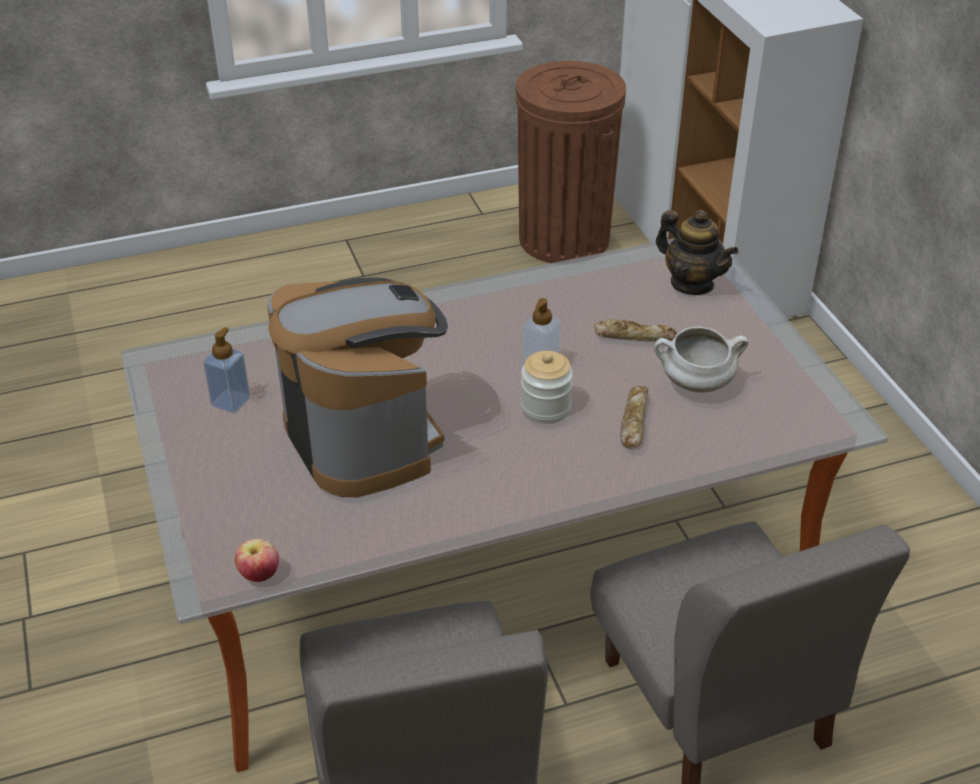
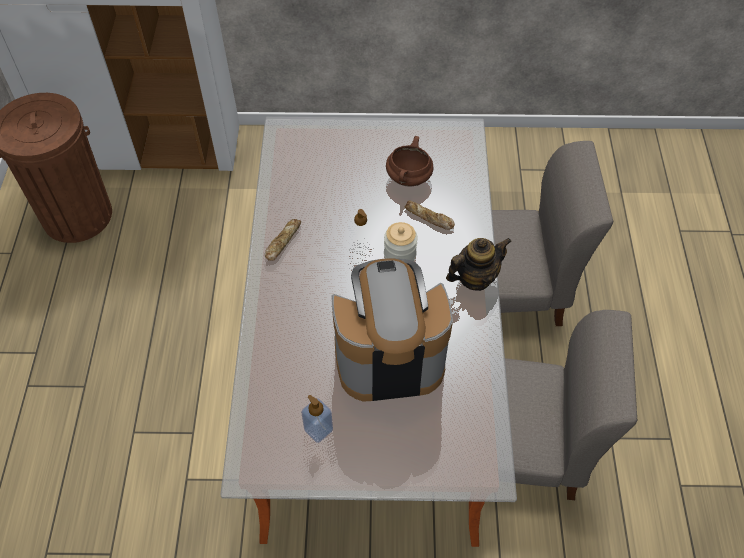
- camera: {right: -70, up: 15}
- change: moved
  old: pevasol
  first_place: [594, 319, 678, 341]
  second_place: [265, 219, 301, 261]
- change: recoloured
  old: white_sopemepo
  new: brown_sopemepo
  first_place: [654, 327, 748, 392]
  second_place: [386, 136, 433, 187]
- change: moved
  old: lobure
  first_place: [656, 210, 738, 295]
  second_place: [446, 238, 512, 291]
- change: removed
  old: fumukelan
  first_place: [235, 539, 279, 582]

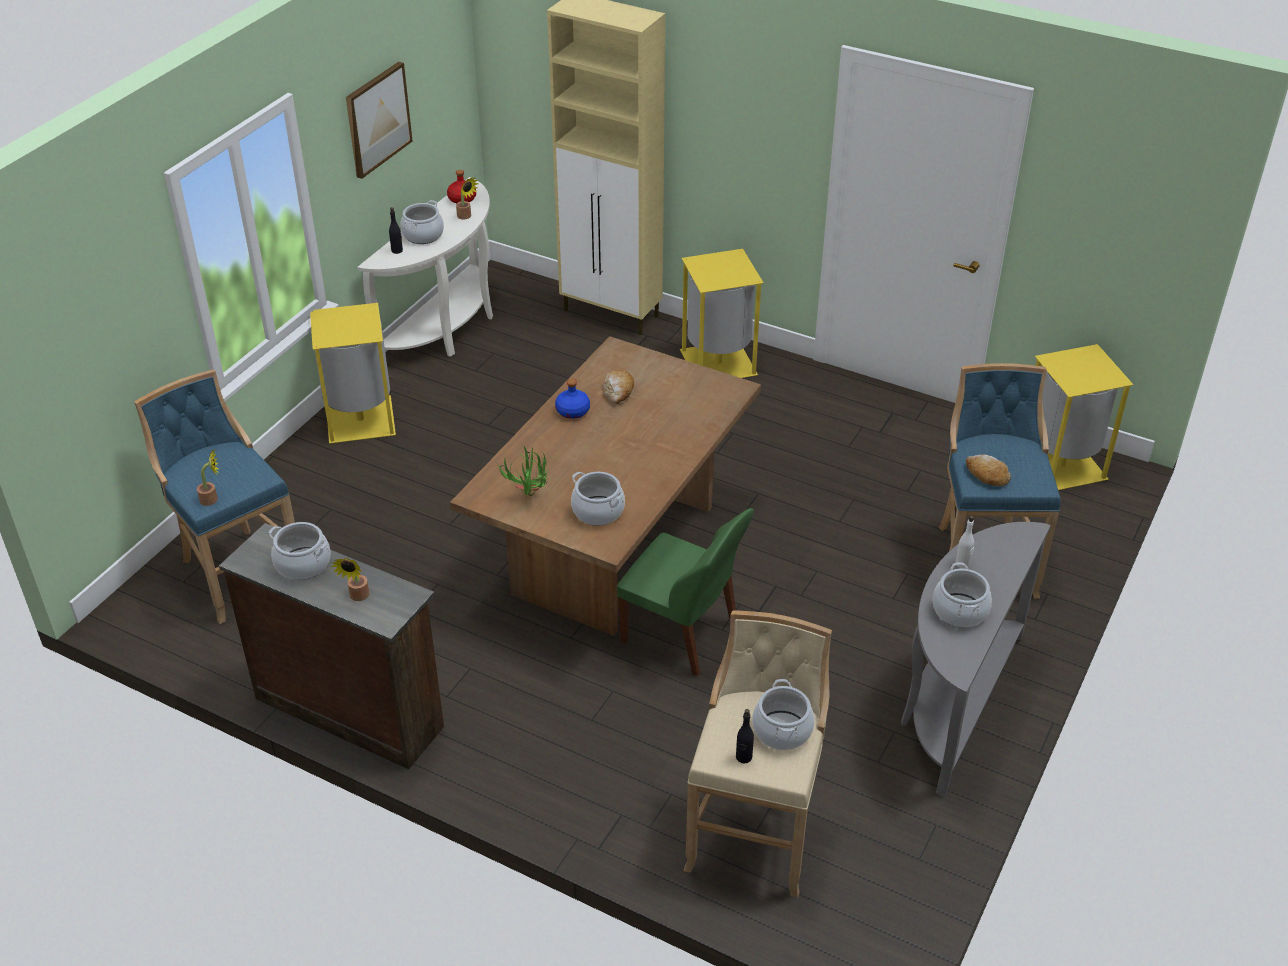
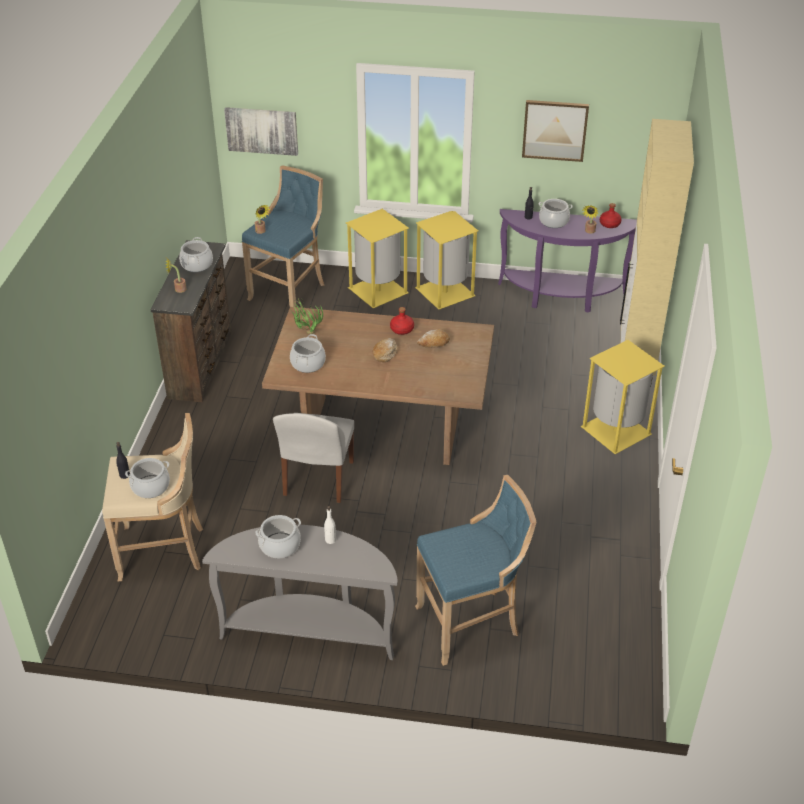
- camera: {right: 70, up: 0}
- change: added
  new: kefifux
  second_place: [224, 107, 298, 156]
- change: recoloured
  old: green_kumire
  new: white_kumire
  first_place: [617, 508, 754, 676]
  second_place: [273, 413, 354, 503]
- change: moved
  old: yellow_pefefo
  first_place: [1035, 344, 1134, 490]
  second_place: [346, 209, 409, 308]
- change: moved
  old: pevasol
  first_place: [966, 454, 1011, 486]
  second_place: [372, 338, 397, 362]
- change: recoloured
  old: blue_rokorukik
  new: red_rokorukik
  first_place: [555, 379, 590, 419]
  second_place: [390, 307, 414, 335]
- change: recoloured
  old: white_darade
  new: purple_darade
  first_place: [357, 177, 493, 357]
  second_place: [498, 209, 637, 313]

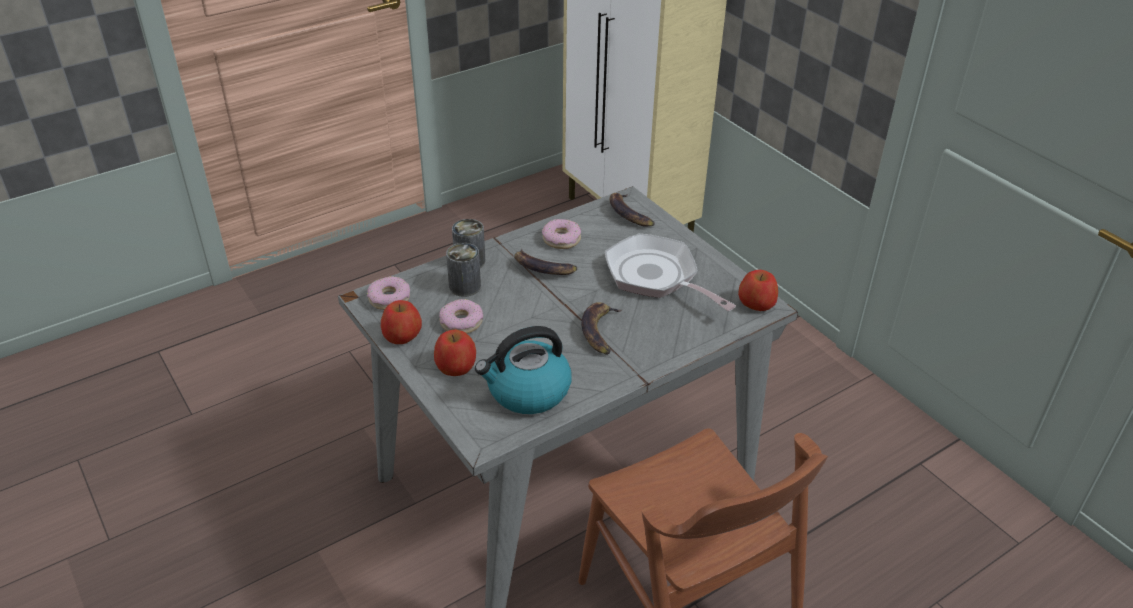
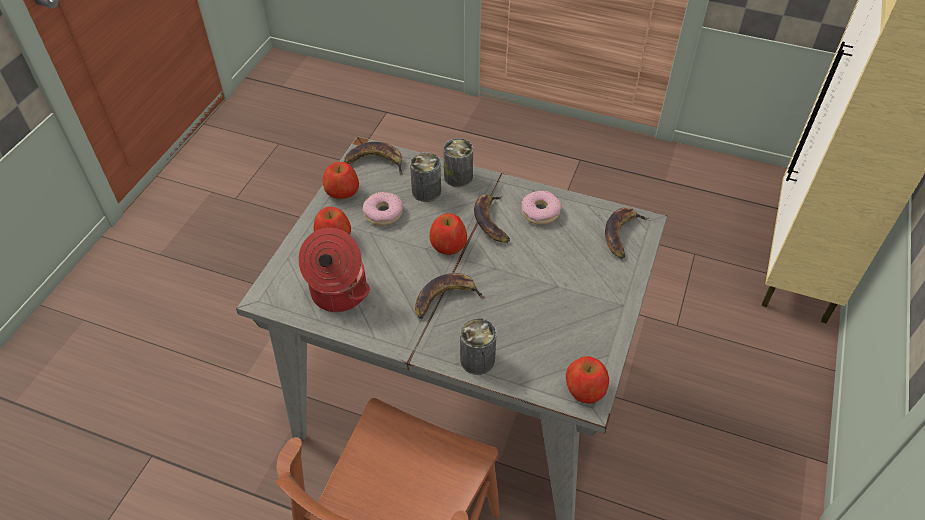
- camera: {right: 55, up: 10}
- change: replaced
  old: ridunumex
  new: sopemepo
  first_place: [475, 326, 572, 414]
  second_place: [298, 228, 370, 312]
- change: replaced
  old: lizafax
  new: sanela
  first_place: [367, 276, 410, 310]
  second_place: [344, 142, 403, 175]
- change: added
  new: fumukelan
  second_place: [430, 213, 467, 255]
- change: added
  new: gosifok
  second_place: [460, 318, 496, 375]
- change: removed
  old: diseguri
  first_place: [605, 233, 736, 311]

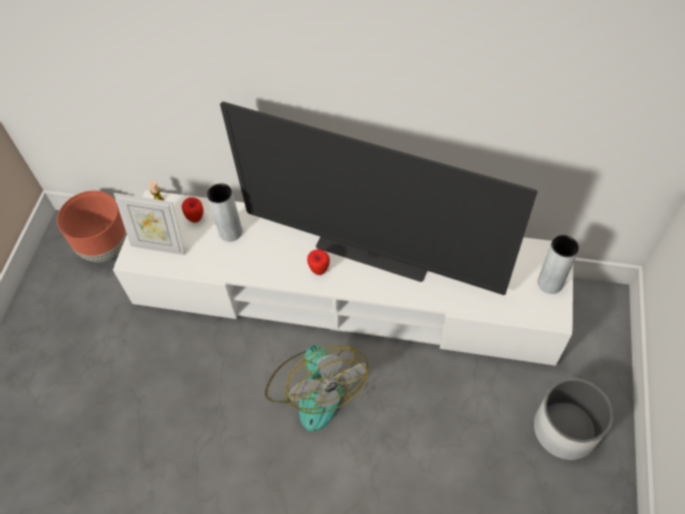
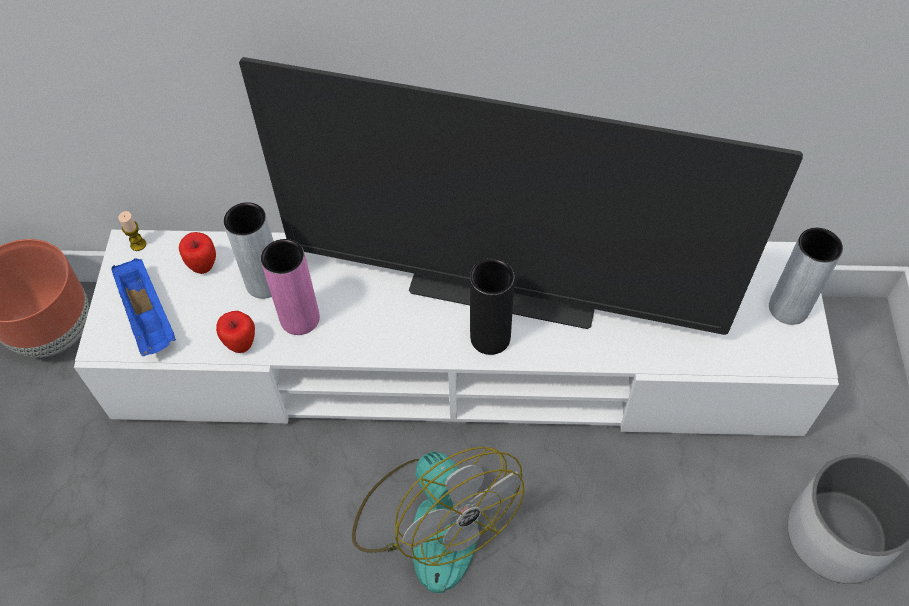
- camera: {right: -10, up: 0}
- change: replaced
  old: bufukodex
  new: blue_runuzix
  first_place: [114, 193, 185, 255]
  second_place: [112, 258, 176, 356]
- change: moved
  old: fumukelan
  first_place: [307, 249, 330, 275]
  second_place: [216, 311, 255, 353]
- change: added
  new: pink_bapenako
  second_place: [261, 239, 320, 335]
- change: added
  new: black_bapenako
  second_place: [470, 259, 515, 355]

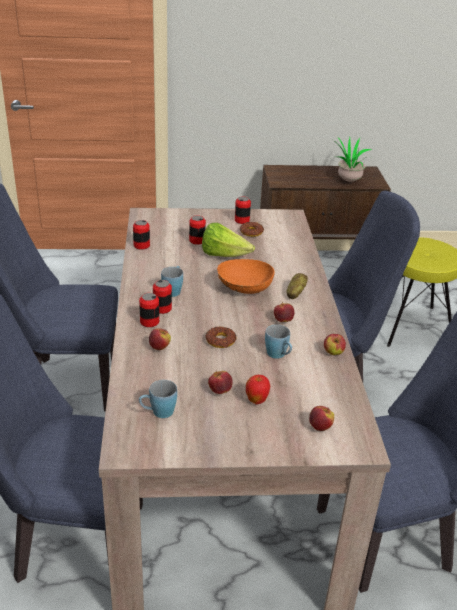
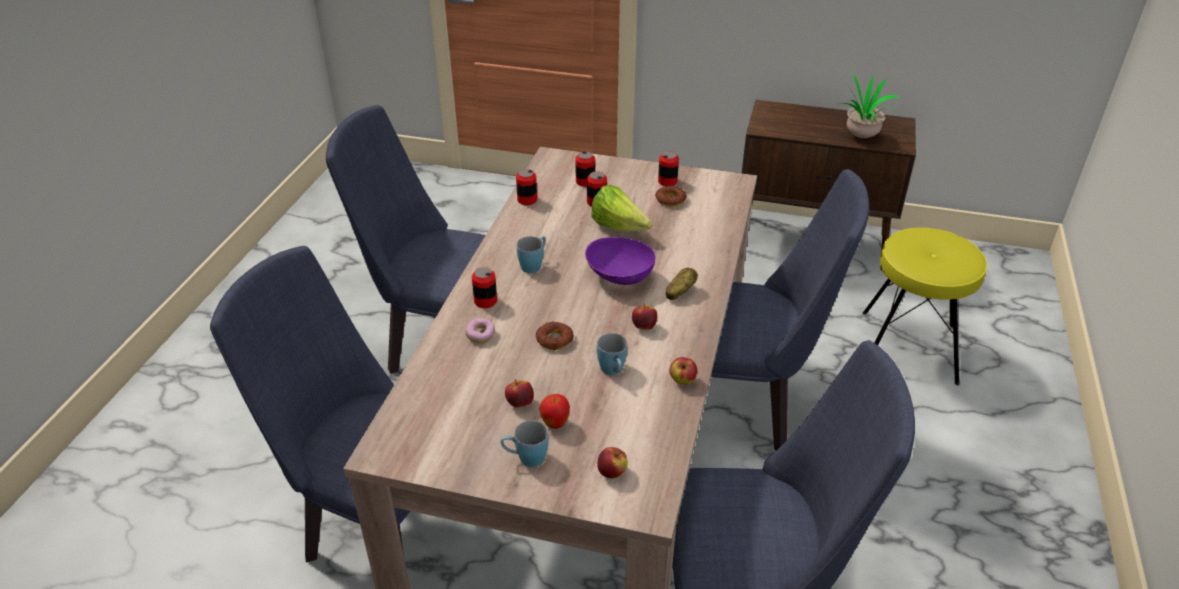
- camera: {right: 20, up: 5}
- change: replaced
  old: fumukelan
  new: lizafax
  first_place: [149, 328, 171, 350]
  second_place: [465, 318, 495, 343]
- change: moved
  old: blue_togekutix
  first_place: [139, 380, 177, 418]
  second_place: [500, 420, 549, 467]
- change: moved
  old: gosifok
  first_place: [153, 280, 172, 314]
  second_place: [575, 151, 595, 187]
- change: recoloured
  old: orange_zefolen
  new: purple_zefolen
  first_place: [217, 259, 275, 294]
  second_place: [585, 237, 655, 285]

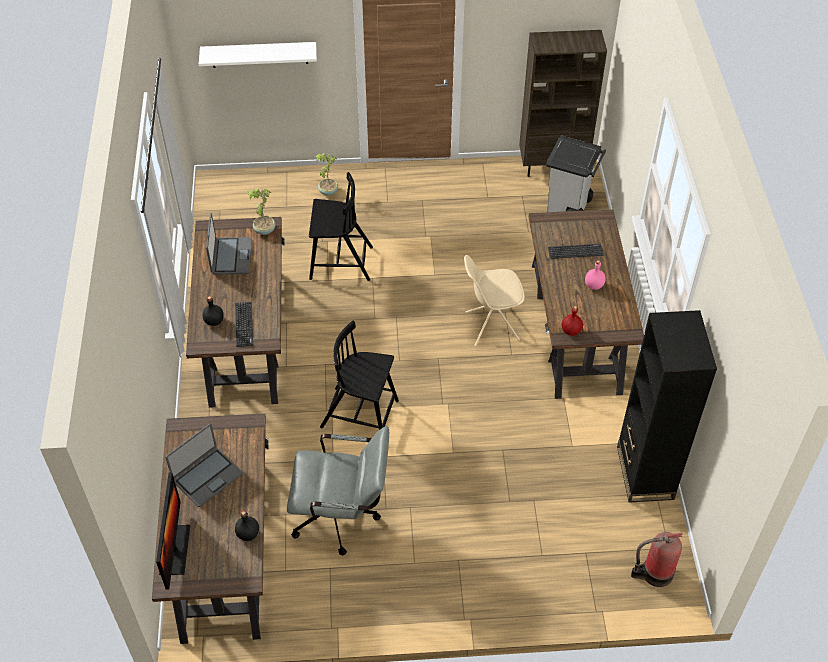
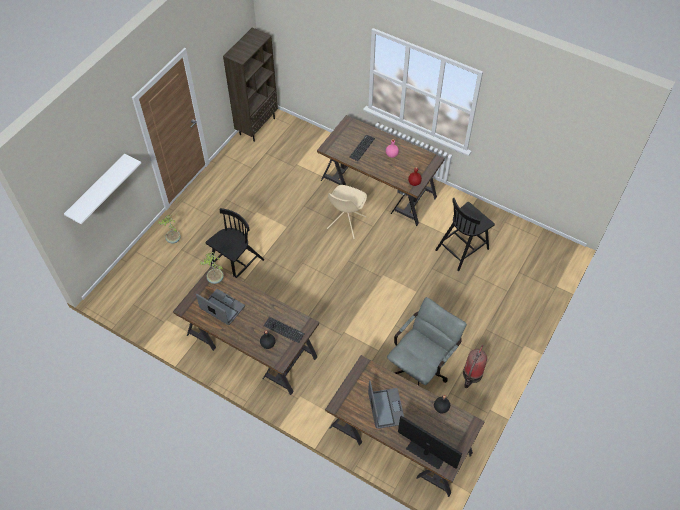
- camera: {right: -55, up: 5}
- change: moved
  old: black_kumire
  first_place: [320, 321, 399, 430]
  second_place: [435, 198, 495, 271]
- change: moved
  old: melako
  first_place: [631, 532, 683, 587]
  second_place: [463, 345, 487, 388]
- change: removed
  old: grey_pefefo
  first_place: [547, 136, 606, 212]
- change: removed
  old: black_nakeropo
  first_place: [617, 310, 717, 503]

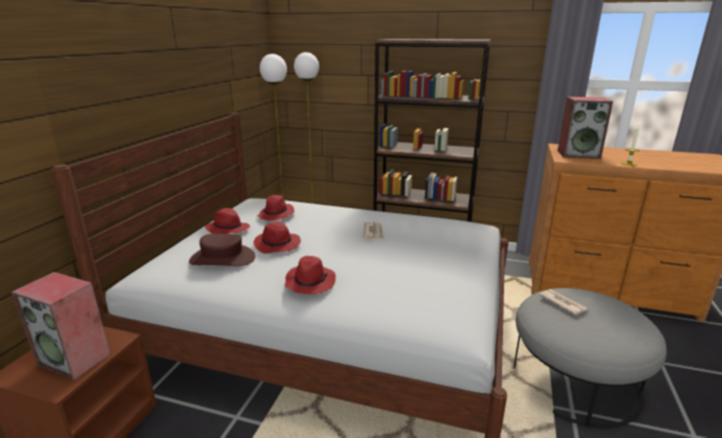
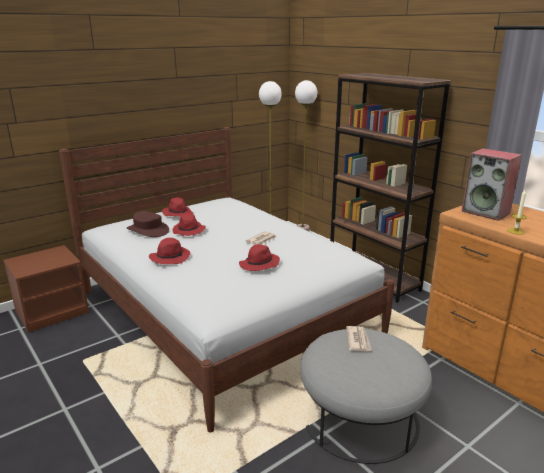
- camera: {right: 35, up: 0}
- change: moved
  old: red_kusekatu
  first_place: [257, 195, 294, 221]
  second_place: [239, 244, 280, 271]
- change: removed
  old: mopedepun
  first_place: [11, 272, 111, 380]

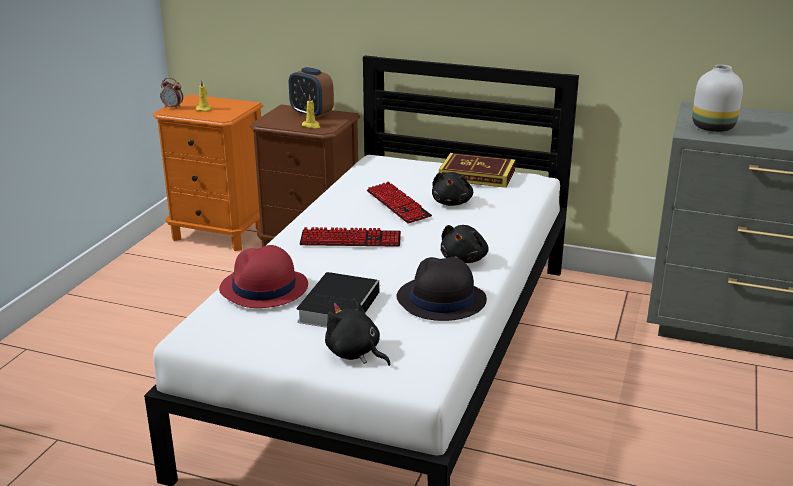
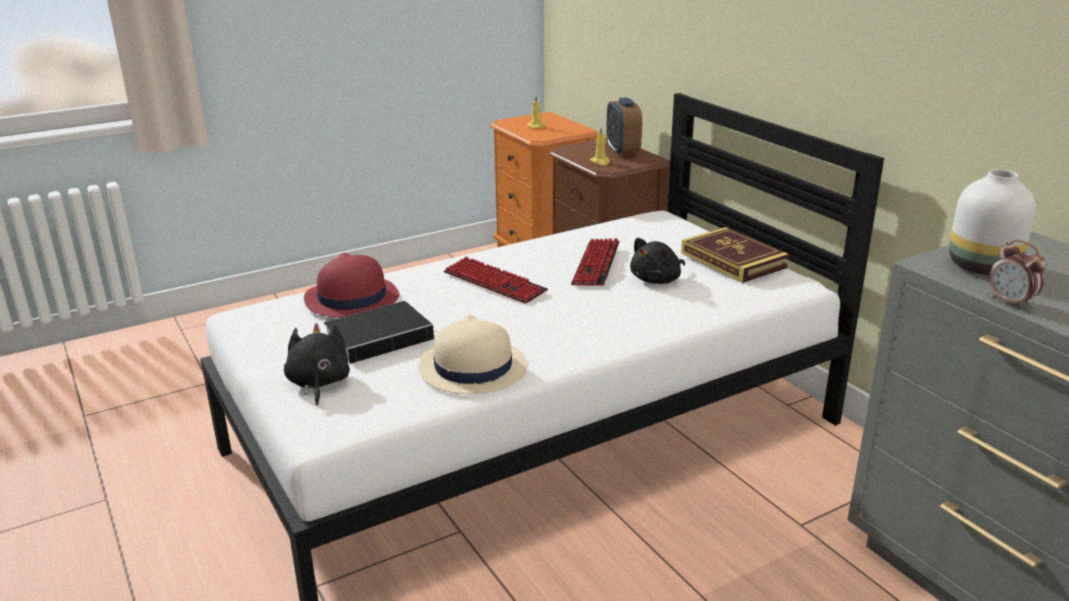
- camera: {right: 40, up: 0}
- change: recoloured
  old: black_kusekatu
  new: beige_kusekatu
  first_place: [396, 257, 487, 321]
  second_place: [419, 315, 527, 394]
- change: moved
  old: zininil
  first_place: [160, 78, 183, 109]
  second_place: [989, 240, 1046, 310]
- change: removed
  old: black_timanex
  first_place: [441, 225, 489, 263]

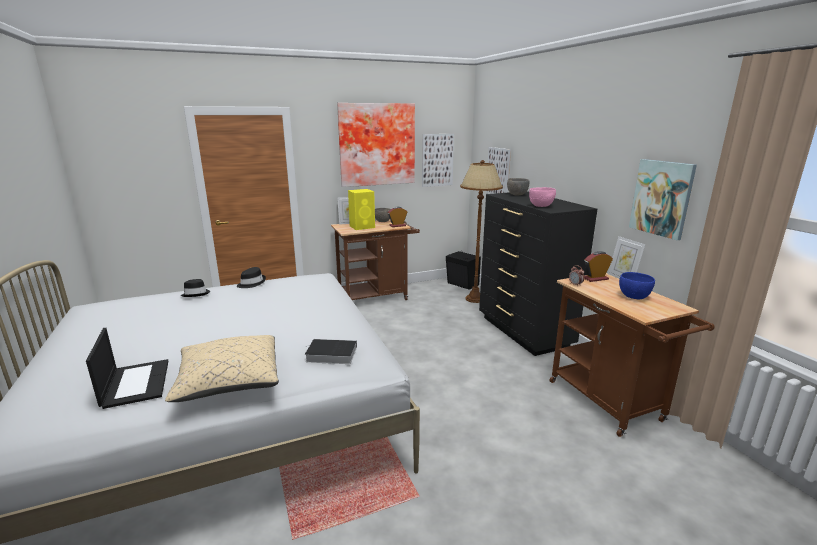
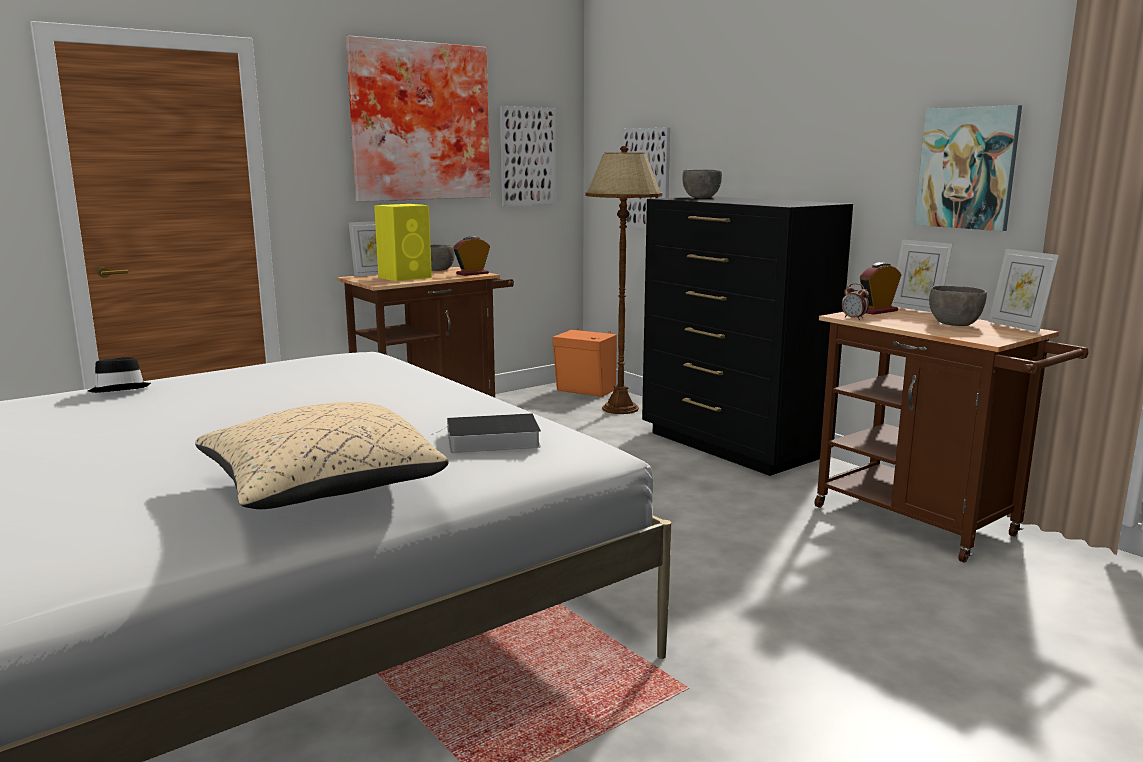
- camera: {right: -15, up: -5}
- change: recoloured
  old: black_mopedepun
  new: orange_mopedepun
  first_place: [446, 251, 481, 290]
  second_place: [553, 328, 617, 397]
- change: recoloured
  old: blue_zefolen
  new: grey_zefolen
  first_place: [619, 272, 655, 299]
  second_place: [929, 286, 987, 326]
- change: added
  new: bufukodex
  second_place: [988, 249, 1059, 332]
- change: removed
  old: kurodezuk
  first_place: [86, 328, 168, 409]
- change: removed
  old: black_kusekatu
  first_place: [237, 267, 266, 288]
- change: removed
  old: pink_zefolen
  first_place: [529, 187, 556, 207]

